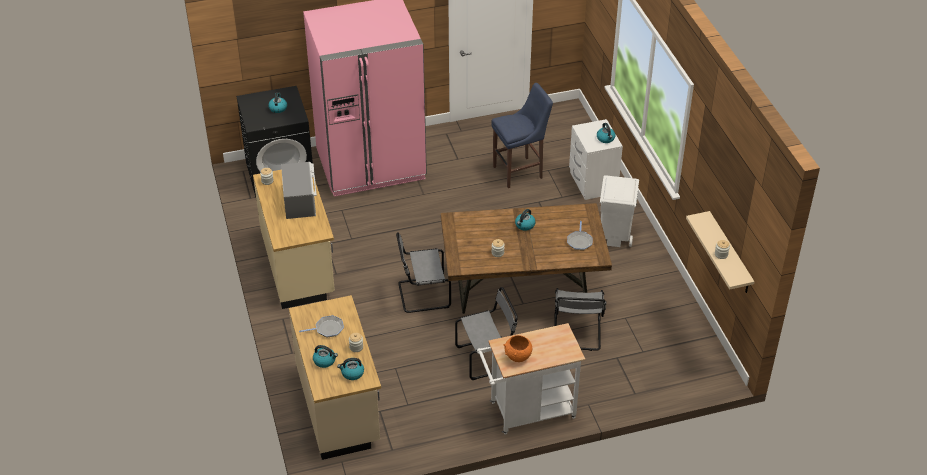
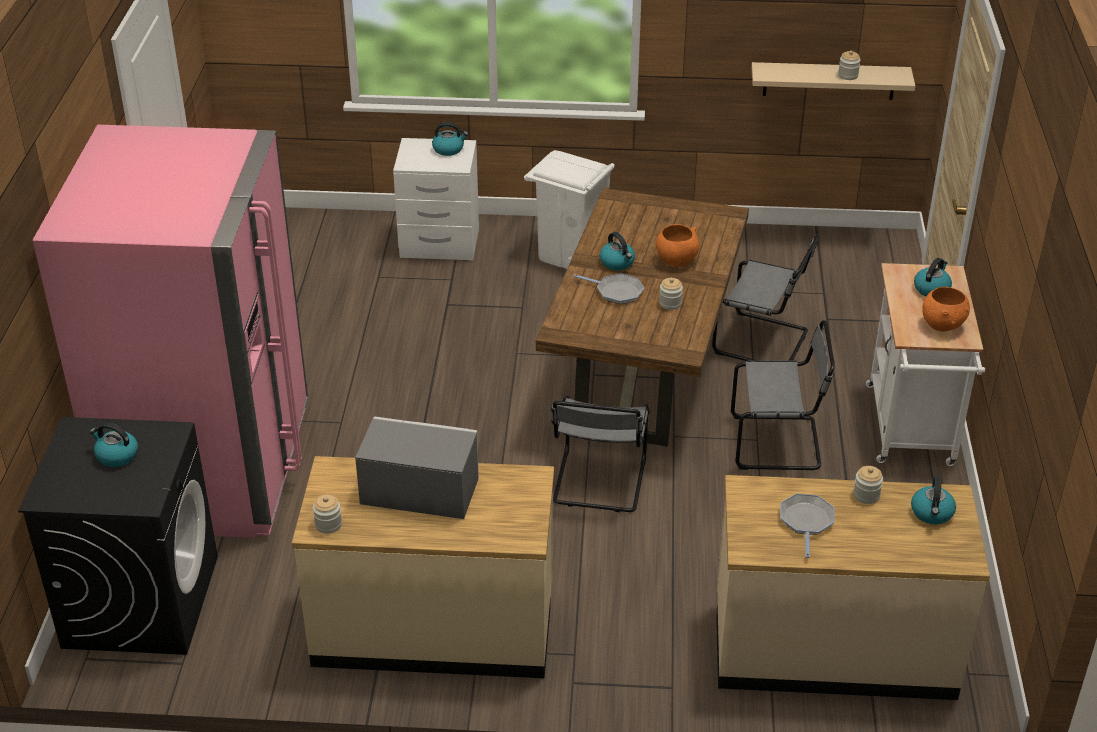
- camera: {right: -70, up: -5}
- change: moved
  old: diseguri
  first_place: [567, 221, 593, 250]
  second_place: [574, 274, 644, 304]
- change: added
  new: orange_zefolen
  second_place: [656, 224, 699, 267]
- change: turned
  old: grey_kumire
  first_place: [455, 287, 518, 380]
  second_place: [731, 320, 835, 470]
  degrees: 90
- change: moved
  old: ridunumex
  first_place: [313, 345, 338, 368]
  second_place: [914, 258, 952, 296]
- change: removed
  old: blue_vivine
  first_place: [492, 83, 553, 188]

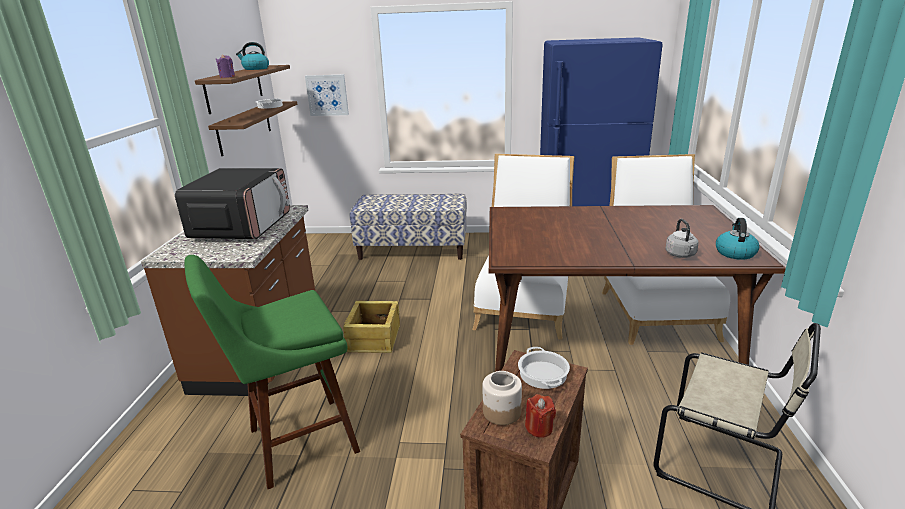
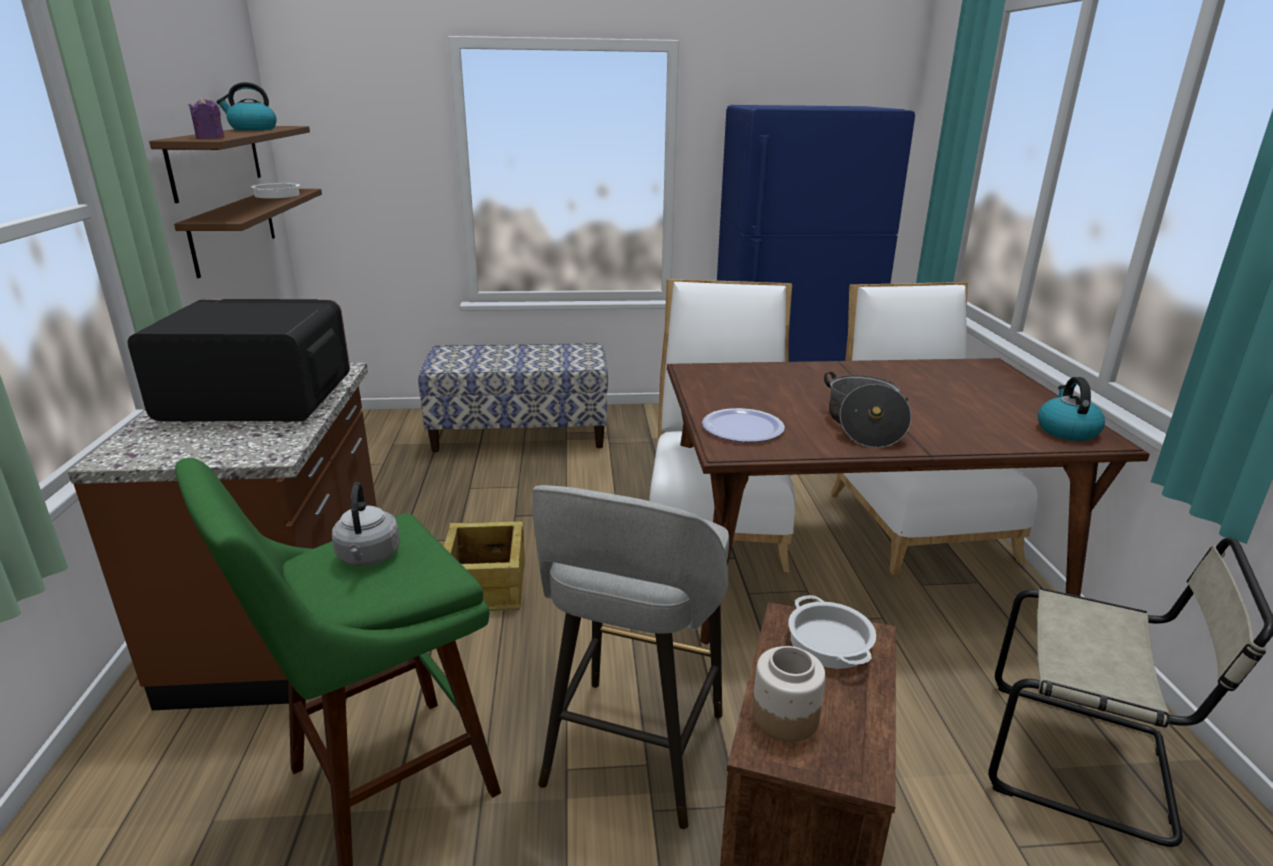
- camera: {right: -10, up: 0}
- change: turned
  old: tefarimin
  first_place: [175, 168, 290, 239]
  second_place: [127, 299, 350, 423]
  degrees: -90
- change: moved
  old: grey_ridunumex
  first_place: [665, 219, 698, 258]
  second_place: [332, 482, 400, 566]
- change: added
  new: grey_vivine
  second_place: [532, 485, 729, 829]
- change: added
  new: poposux
  second_place: [702, 408, 785, 442]
- change: added
  new: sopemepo
  second_place: [824, 372, 911, 448]
- change: removed
  old: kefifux
  first_place: [305, 75, 349, 116]
- change: removed
  old: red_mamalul
  first_place: [525, 394, 556, 438]

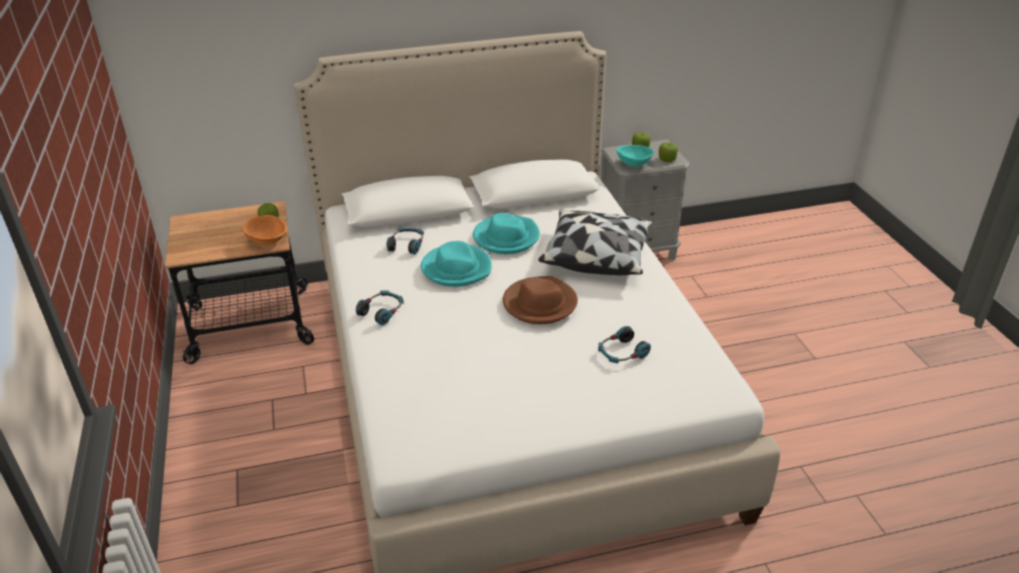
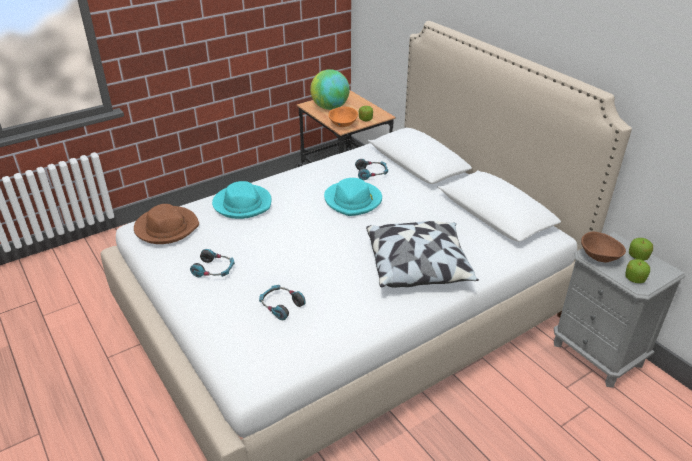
- camera: {right: 70, up: 0}
- change: moved
  old: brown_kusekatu
  first_place: [503, 276, 578, 324]
  second_place: [134, 204, 199, 244]
- change: moved
  old: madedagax
  first_place: [356, 290, 404, 325]
  second_place: [190, 249, 235, 277]
- change: moved
  old: turquoise_kusekatu
  first_place: [473, 213, 540, 254]
  second_place: [212, 181, 272, 219]
- change: added
  new: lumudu
  second_place: [310, 69, 350, 110]
- change: recoloured
  old: turquoise_zefolen
  new: brown_zefolen
  first_place: [616, 145, 654, 166]
  second_place: [581, 232, 626, 262]

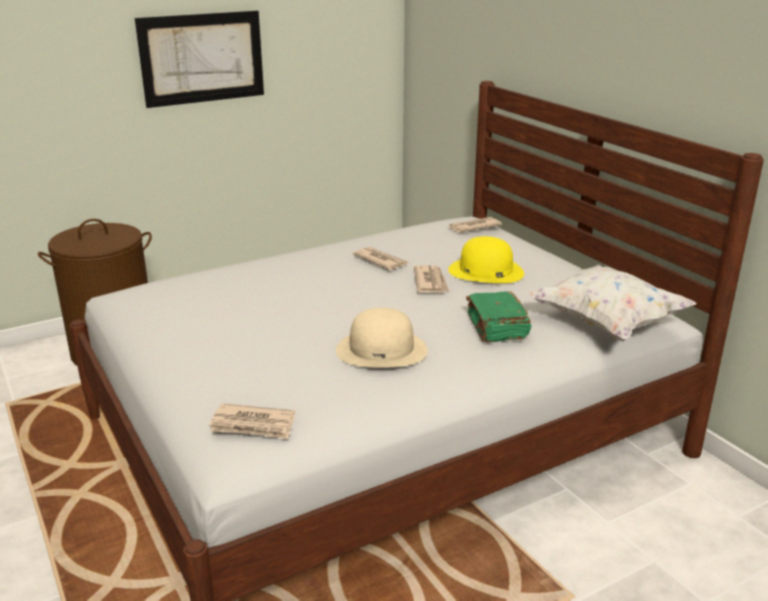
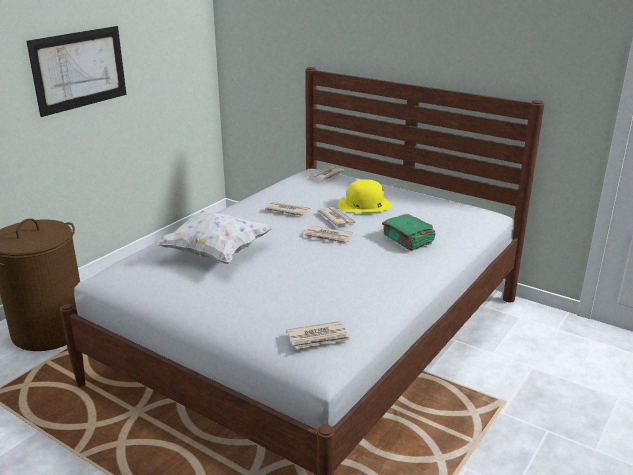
- camera: {right: -25, up: 0}
- change: moved
  old: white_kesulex
  first_place: [527, 264, 697, 341]
  second_place: [153, 211, 274, 264]
- change: added
  new: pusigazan
  second_place: [304, 225, 353, 245]
- change: removed
  old: beige_kusekatu
  first_place: [336, 308, 428, 368]

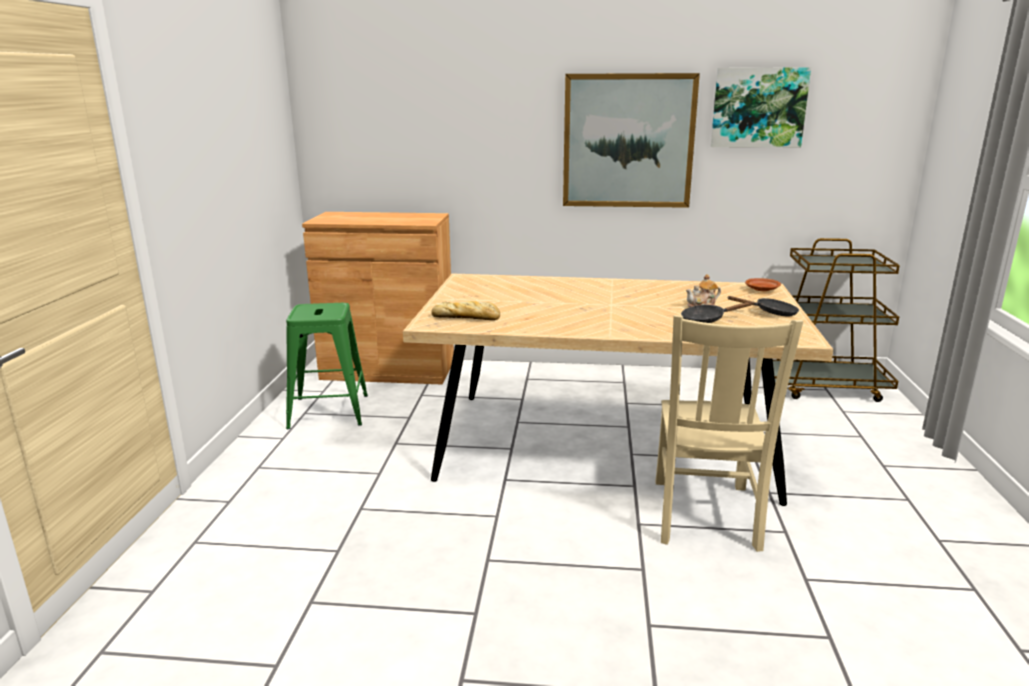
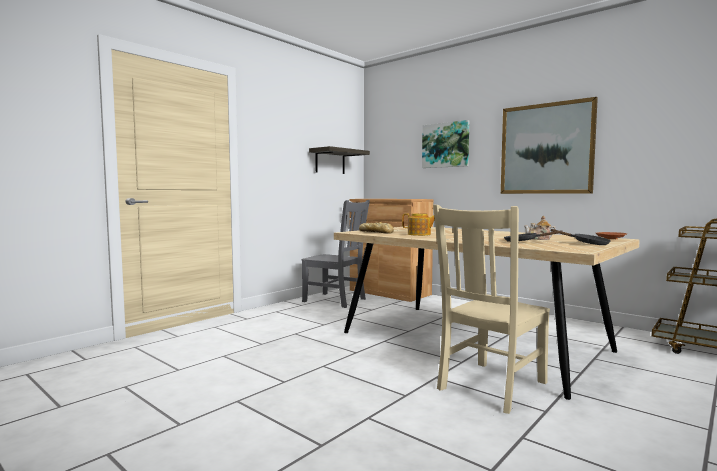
- camera: {right: 35, up: -15}
- change: replaced
  old: green_vivine
  new: grey_kumire
  first_place: [286, 303, 368, 429]
  second_place: [301, 200, 370, 308]
- change: added
  new: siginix
  second_place: [309, 146, 370, 174]
- change: added
  new: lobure
  second_place: [402, 213, 435, 236]
- change: moved
  old: kefifux
  first_place: [711, 67, 811, 148]
  second_place: [422, 120, 469, 168]

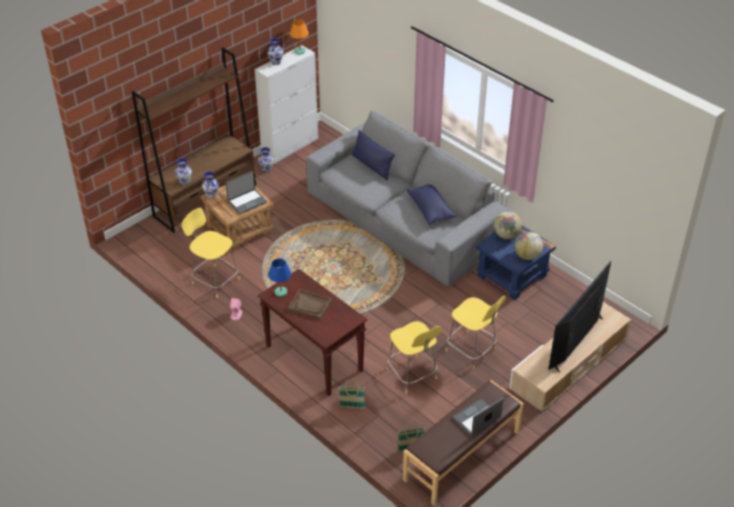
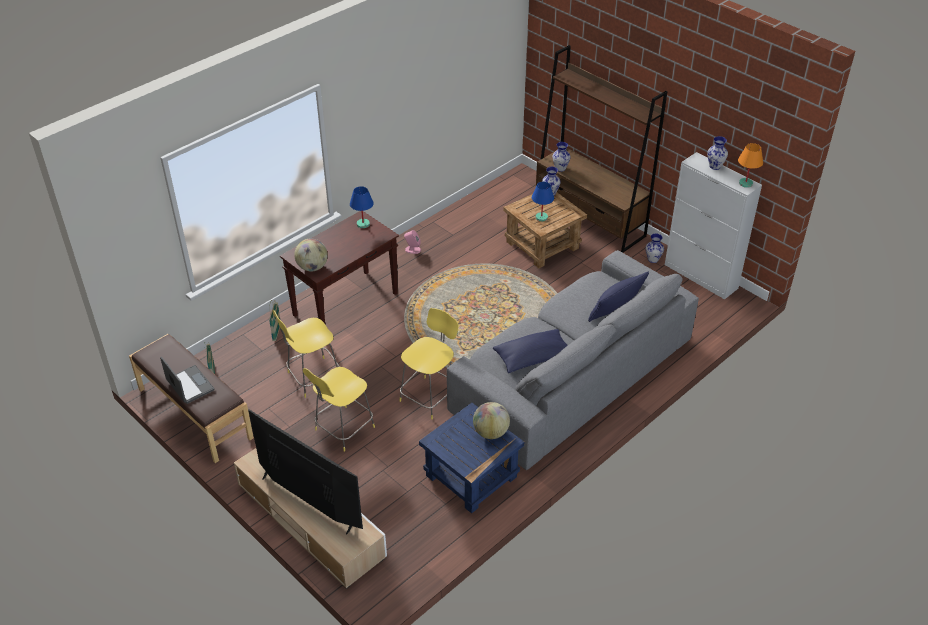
- camera: {right: 90, up: 0}
- change: moved
  old: lumudu
  first_place: [515, 232, 543, 260]
  second_place: [294, 239, 328, 271]
- change: moved
  old: yellow_vivine
  first_place: [182, 208, 240, 298]
  second_place: [400, 308, 459, 420]
- change: replaced
  old: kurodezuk
  new: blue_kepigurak
  first_place: [226, 171, 267, 214]
  second_place: [532, 182, 554, 221]
- change: removed
  old: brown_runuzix
  first_place: [288, 289, 332, 320]

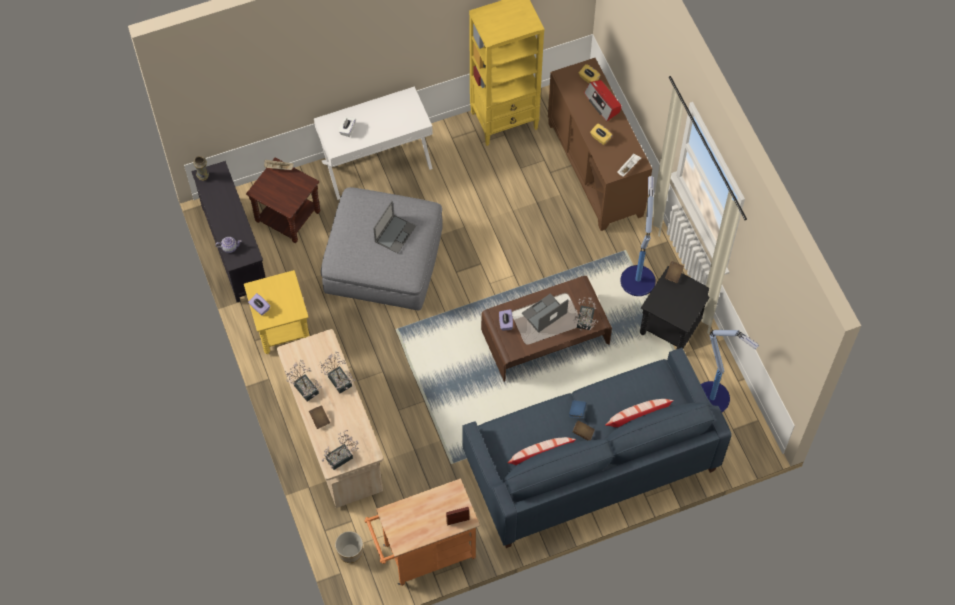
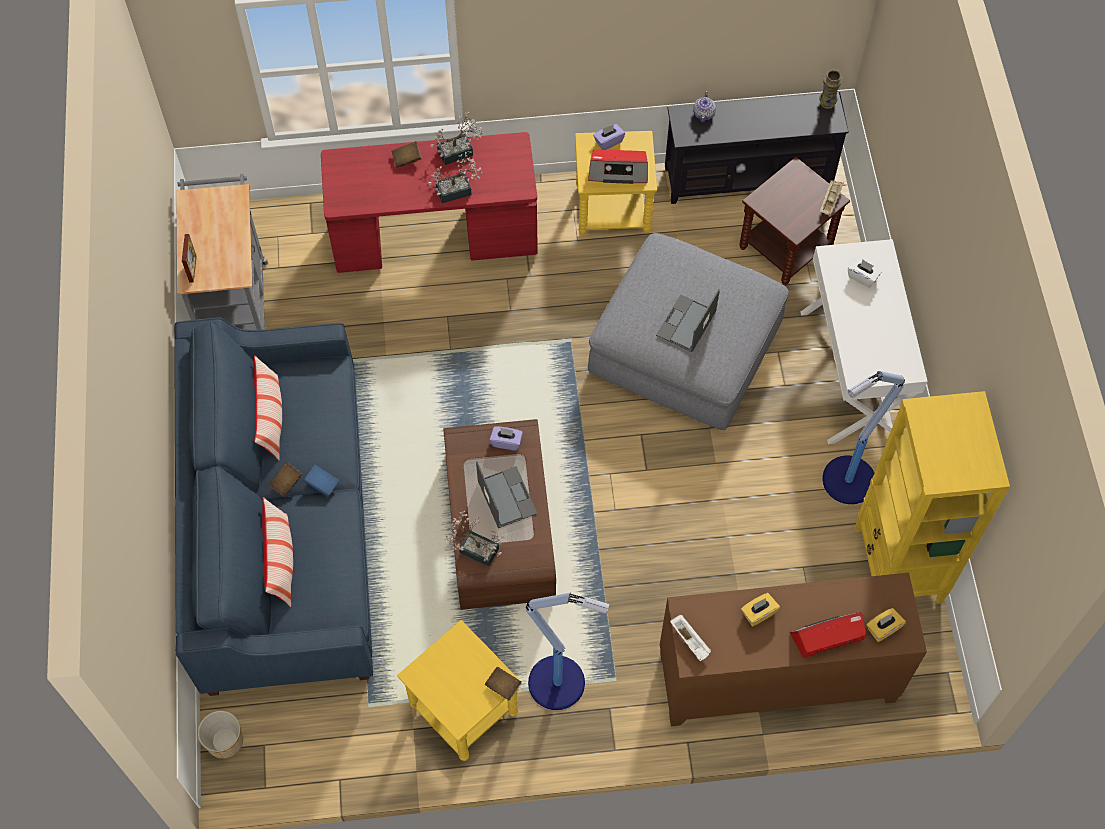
- camera: {right: 105, up: 0}
- change: recoloured
  old: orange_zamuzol
  new: grey_zamuzol
  first_place: [364, 478, 480, 586]
  second_place: [177, 174, 268, 330]
- change: moved
  old: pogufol
  first_place: [335, 531, 363, 563]
  second_place: [198, 710, 243, 759]
- change: recoloured
  old: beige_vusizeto
  new: red_vusizeto
  first_place: [277, 329, 383, 508]
  second_place: [321, 132, 538, 273]
- change: recoloured
  old: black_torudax
  new: yellow_torudax
  first_place: [640, 266, 710, 349]
  second_place: [397, 620, 522, 761]
- change: added
  new: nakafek
  second_place: [588, 149, 648, 184]
- change: turned
  old: kurodezuk
  first_place: [373, 201, 416, 253]
  second_place: [656, 289, 720, 352]
  degrees: 75
- change: moved
  old: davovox
  first_place: [701, 330, 759, 412]
  second_place: [822, 371, 905, 504]
- change: removed
  old: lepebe
  first_place: [322, 430, 359, 470]

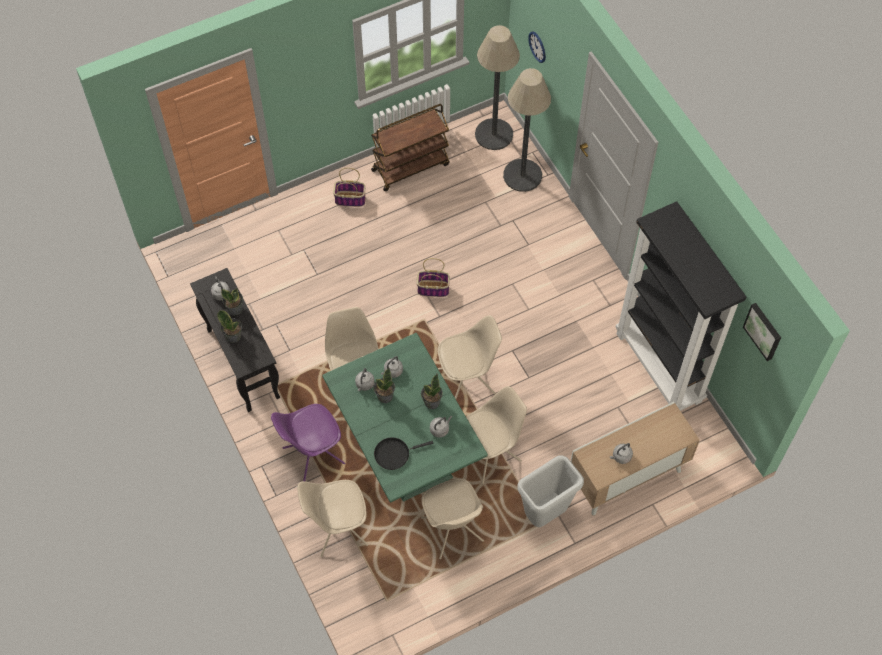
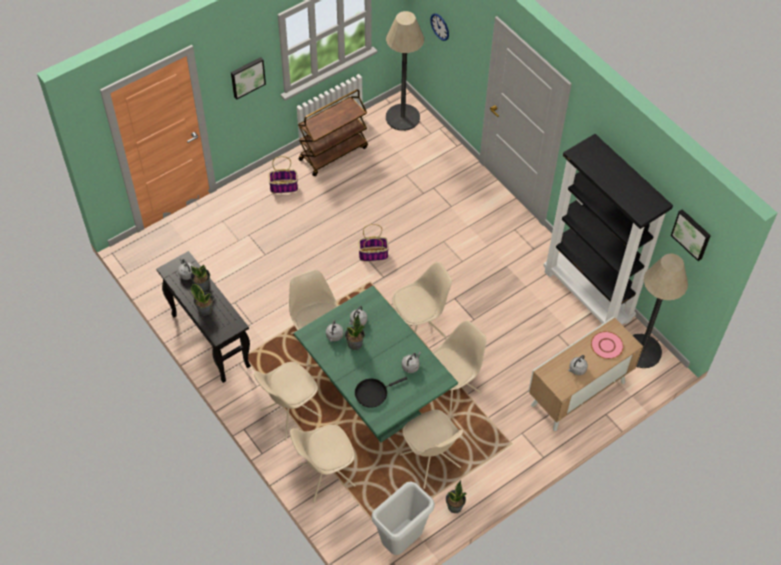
- camera: {right: -10, up: -5}
- change: added
  new: kefifux
  second_place: [231, 57, 266, 100]
- change: recoloured
  old: purple_kumire
  new: beige_kumire
  first_place: [271, 404, 345, 481]
  second_place: [254, 362, 321, 440]
- change: moved
  old: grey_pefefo
  first_place: [518, 455, 584, 527]
  second_place: [371, 482, 435, 555]
- change: moved
  old: lepebe
  first_place: [421, 374, 443, 409]
  second_place: [446, 480, 466, 513]
- change: added
  new: pink_poposux
  second_place: [591, 331, 624, 359]
- change: moved
  old: davovox
  first_place: [503, 68, 551, 192]
  second_place: [633, 253, 688, 368]

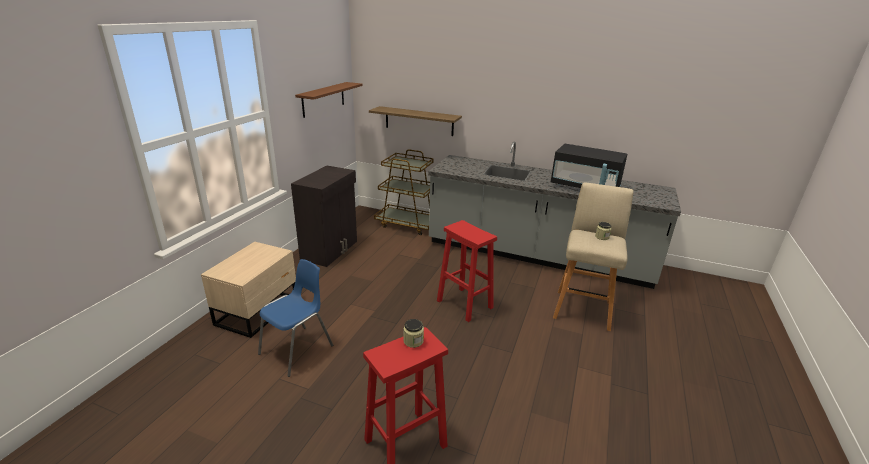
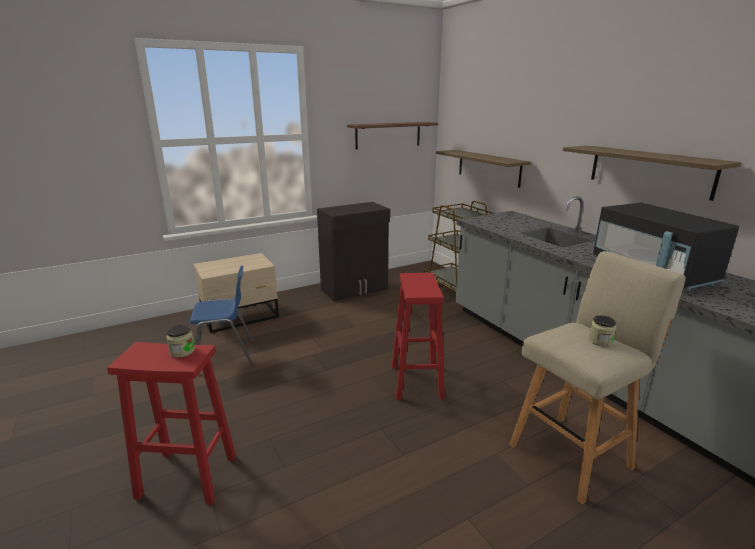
- camera: {right: 40, up: -5}
- change: added
  new: siginix
  second_place: [563, 145, 742, 201]

